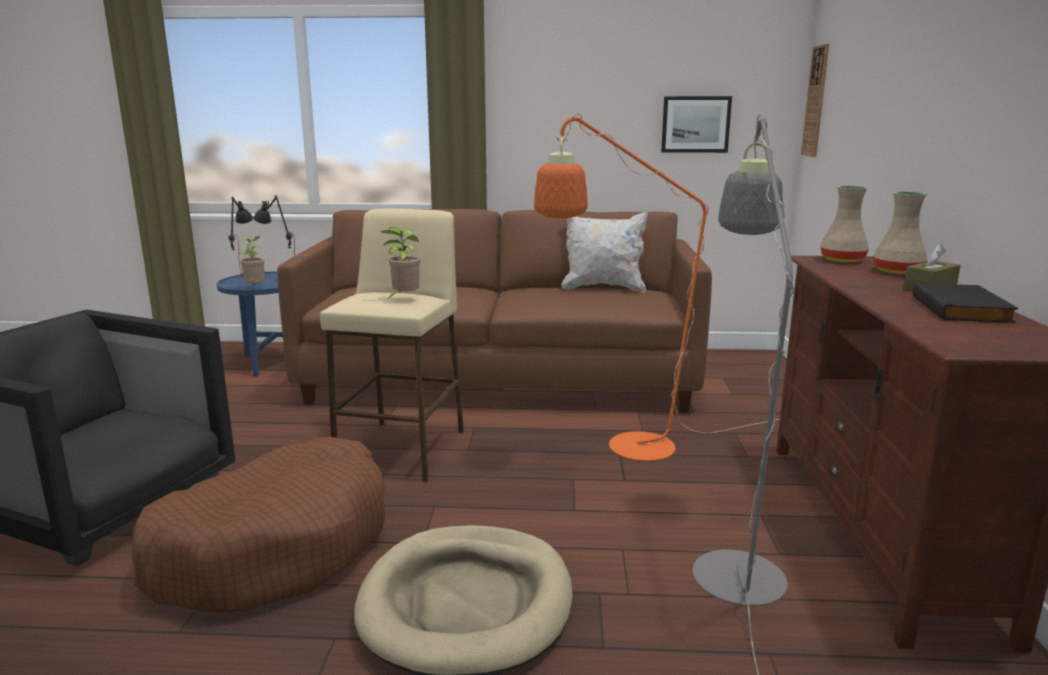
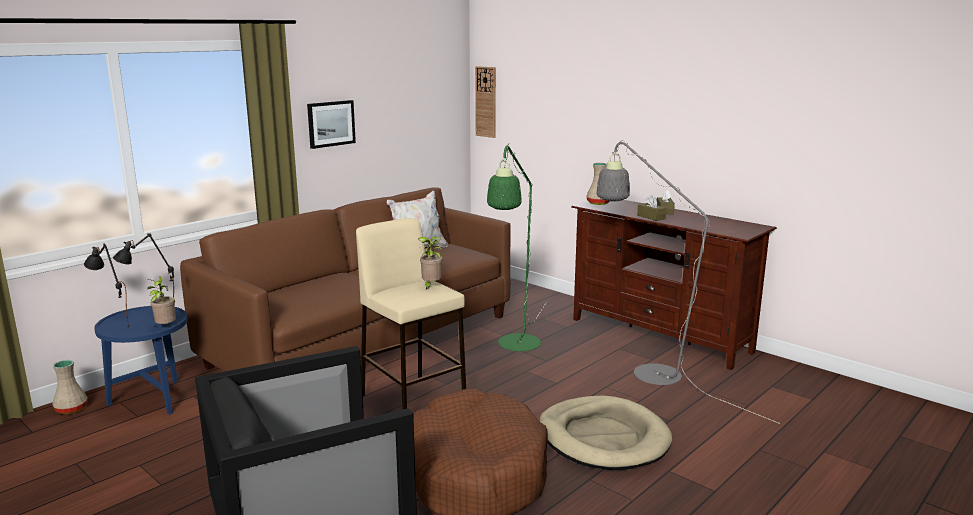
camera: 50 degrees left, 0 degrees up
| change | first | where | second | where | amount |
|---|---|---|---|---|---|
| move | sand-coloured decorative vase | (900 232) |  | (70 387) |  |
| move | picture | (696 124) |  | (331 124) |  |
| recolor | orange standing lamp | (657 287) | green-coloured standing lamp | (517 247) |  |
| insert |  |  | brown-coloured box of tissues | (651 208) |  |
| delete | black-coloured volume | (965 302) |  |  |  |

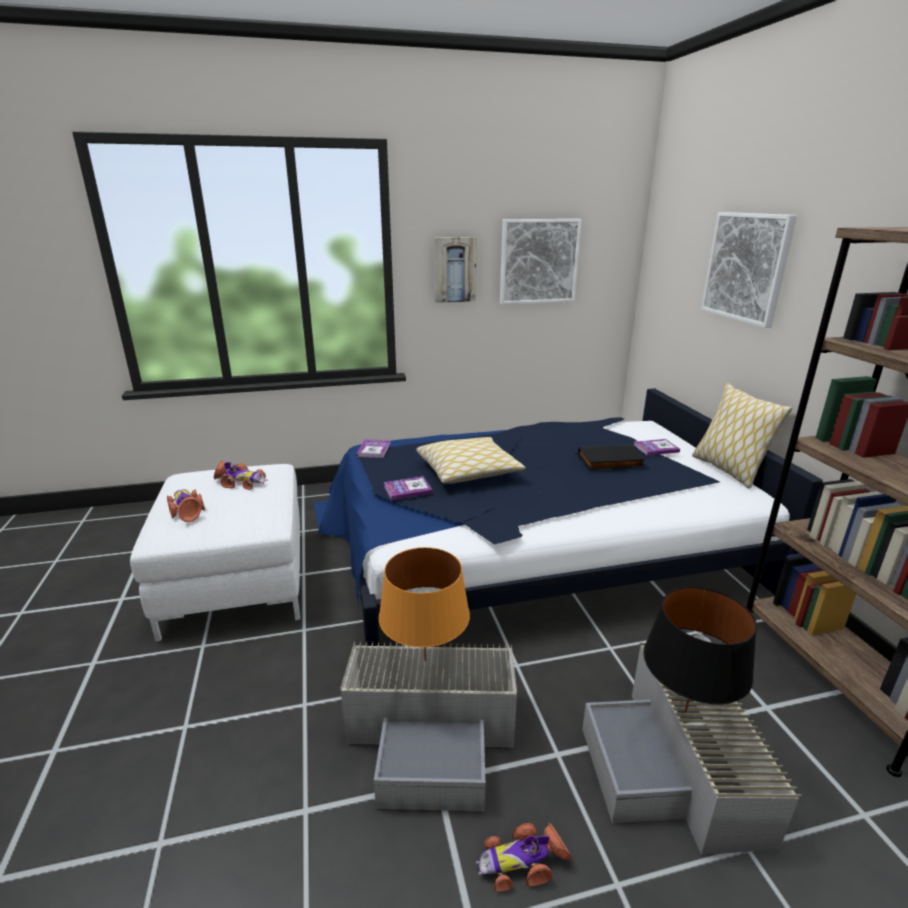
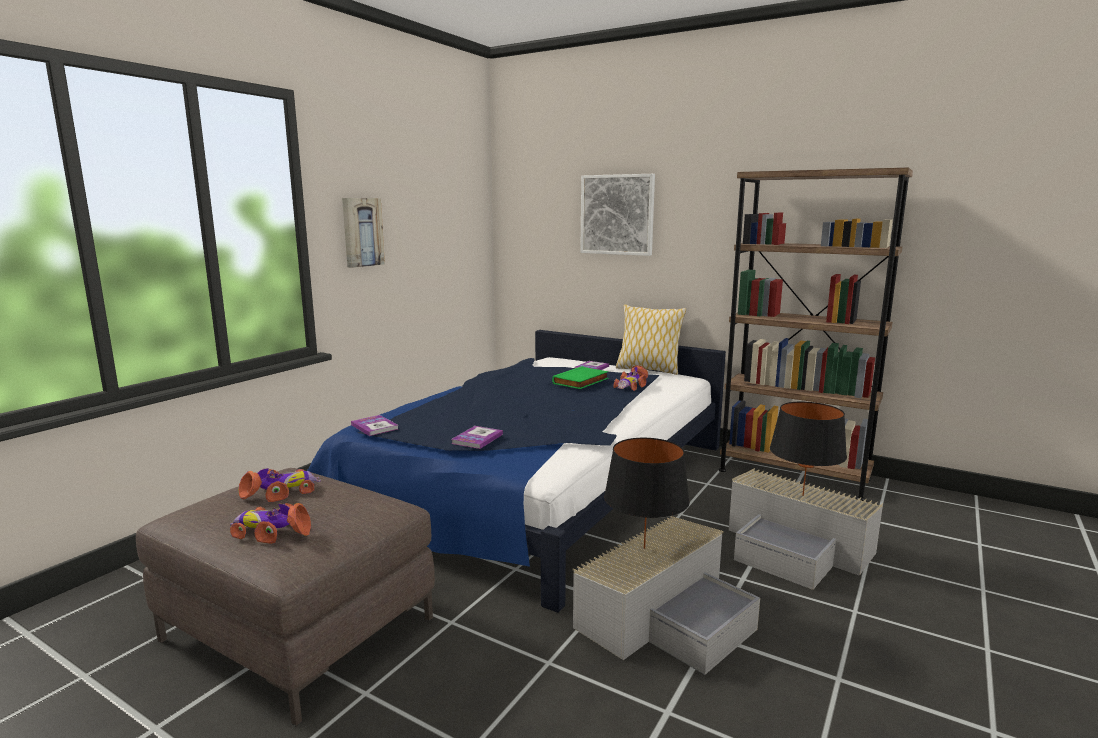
camera: 45 degrees left, 10 degrees down
| change | first | where | second | where | amount |
|---|---|---|---|---|---|
| recolor | whitish pouffe | (215 553) | brown-coloured pouffe | (285 597) |  |
| recolor | black-coloured volume | (612 457) | green-coloured volume | (580 377) |  |
| recolor | orange table lamp | (424 604) | black-coloured table lamp | (647 493) |  |
| move | miniature car | (525 857) |  | (631 378) |  |
| delete | pillow | (471 460) |  |  |  |
| delete | picture | (541 262) |  |  |  |

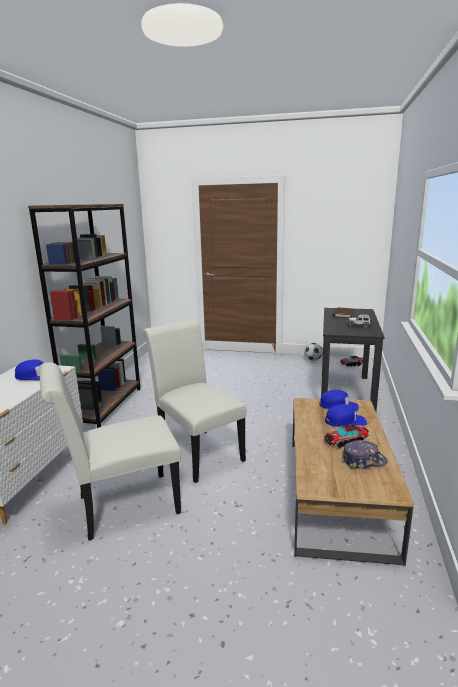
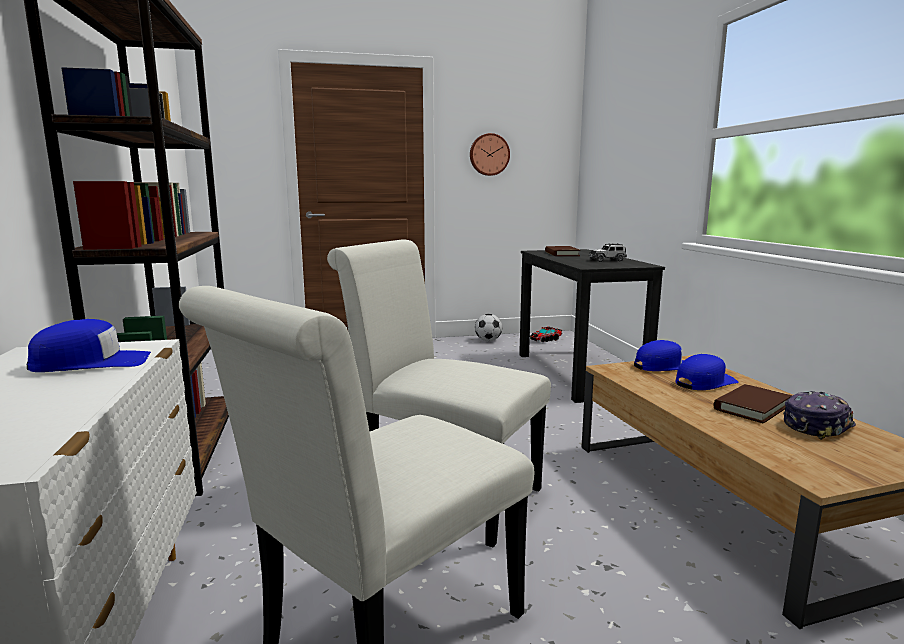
camera: 25 degrees left, 5 degrees down
| change | first | where | second | where | amount |
|---|---|---|---|---|---|
| insert |  |  | wall clock | (490 154) |  |
| replace | toy lorry | (347 436) | brown-coloured volume | (753 404) |  |

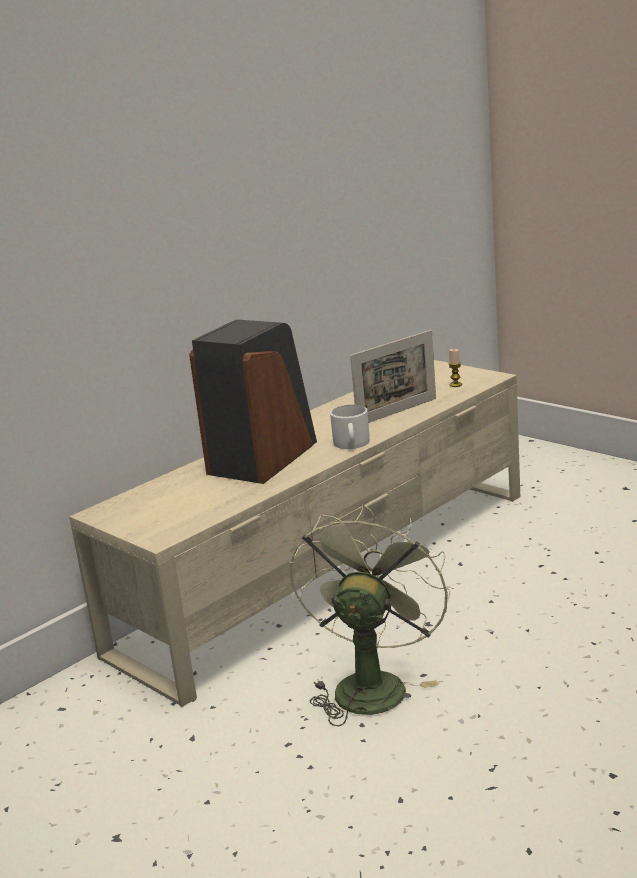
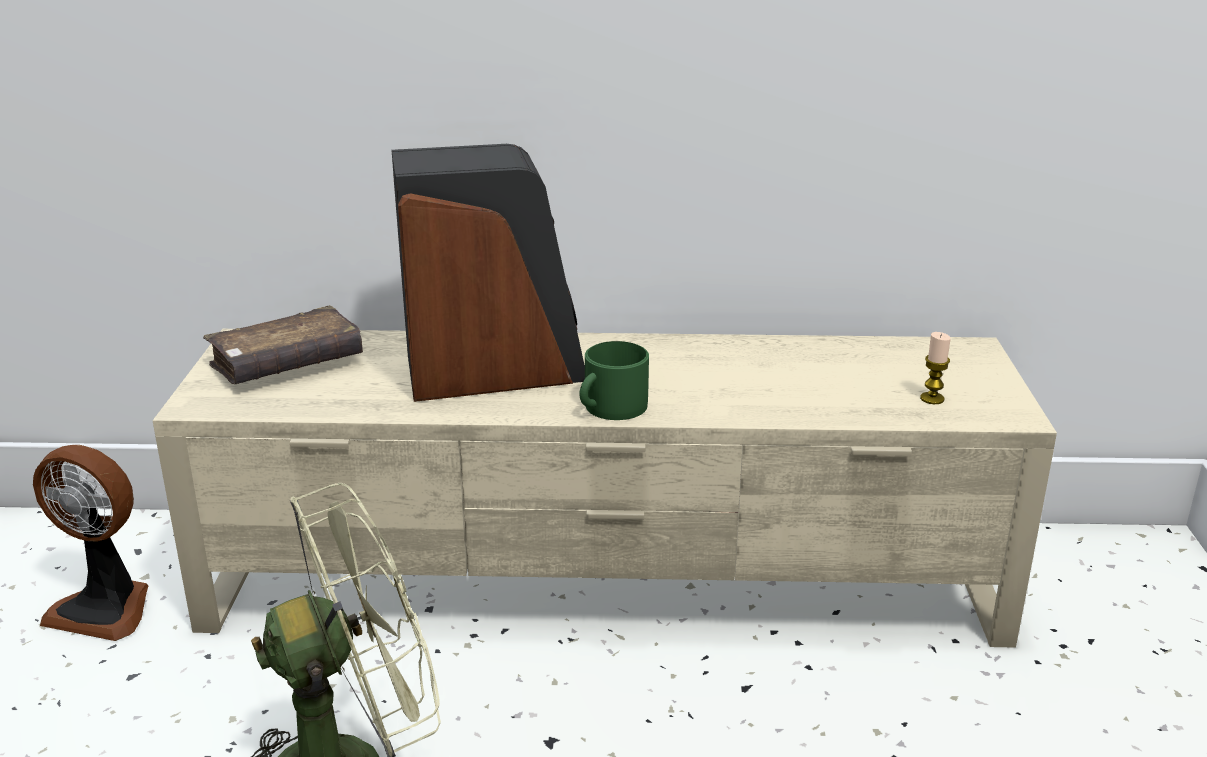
camera: 45 degrees right, 5 degrees up
| change | first | where | second | where | amount |
|---|---|---|---|---|---|
| insert |  |  | electric fan | (90 543) |  |
| insert |  |  | brown-coloured volume | (283 344) |  |
| recolor | whitish mug | (350 427) | green-coloured mug | (614 380) |  |
| delete | standing frame | (393 376) |  |  |  |

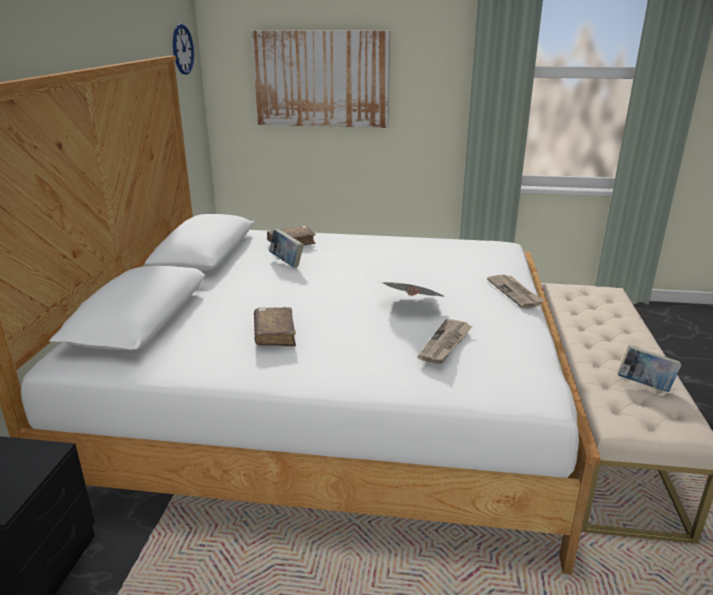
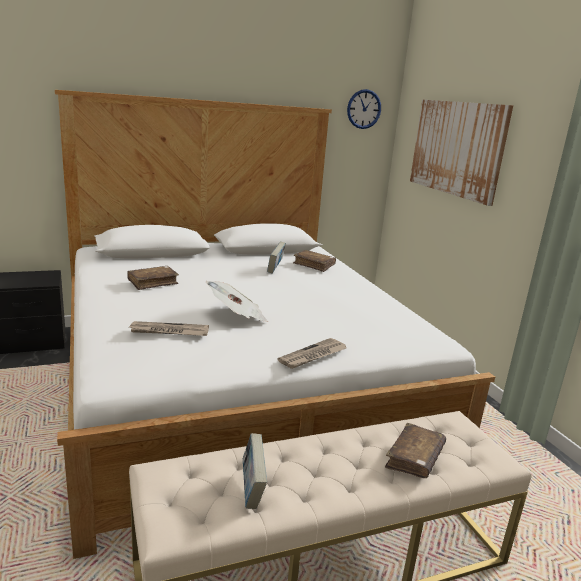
camera: 60 degrees right, 5 degrees down
| change | first | where | second | where | amount |
|---|---|---|---|---|---|
| insert |  |  | brown-coloured volume | (415 450) |  |

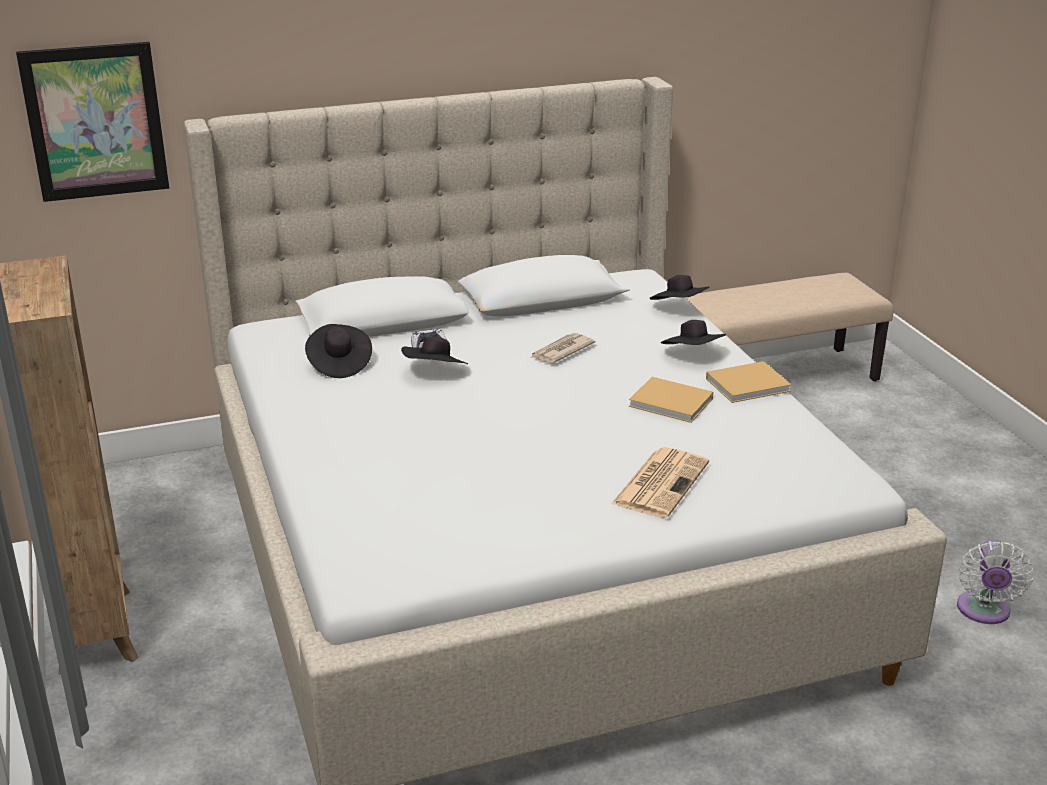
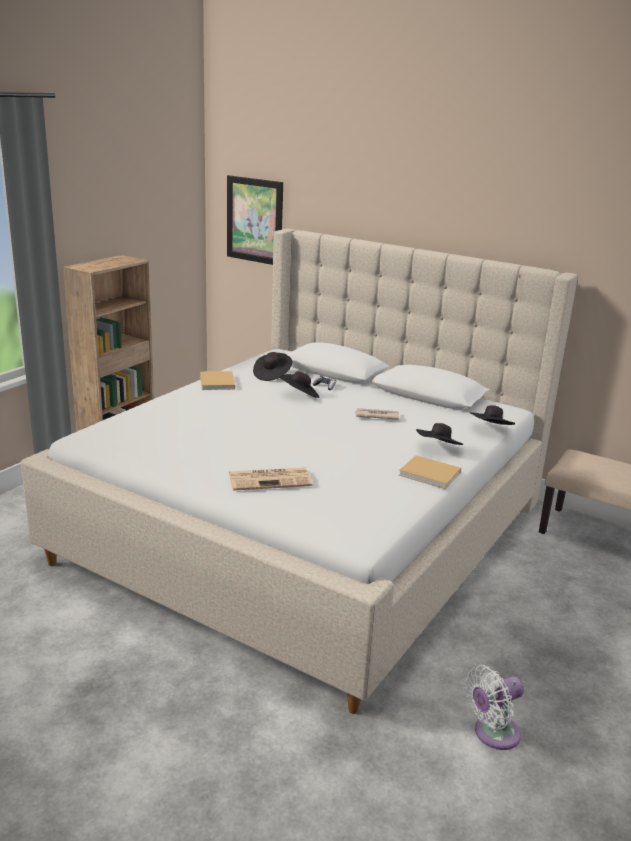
camera: 50 degrees right, 5 degrees down
| change | first | where | second | where | amount |
|---|---|---|---|---|---|
| move | sand-coloured volume | (671 400) |  | (217 380) |  |

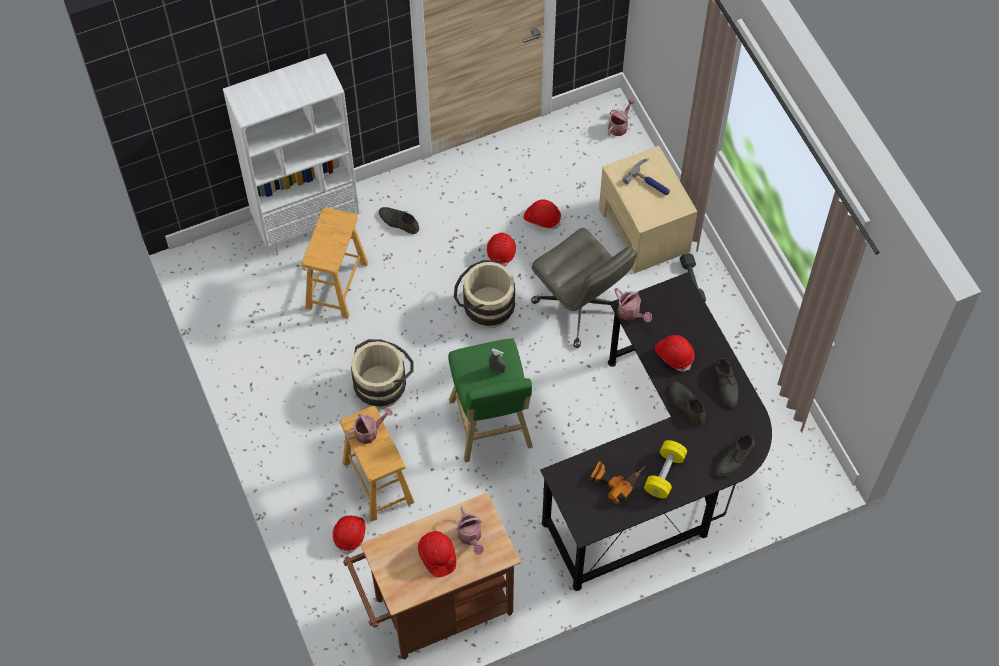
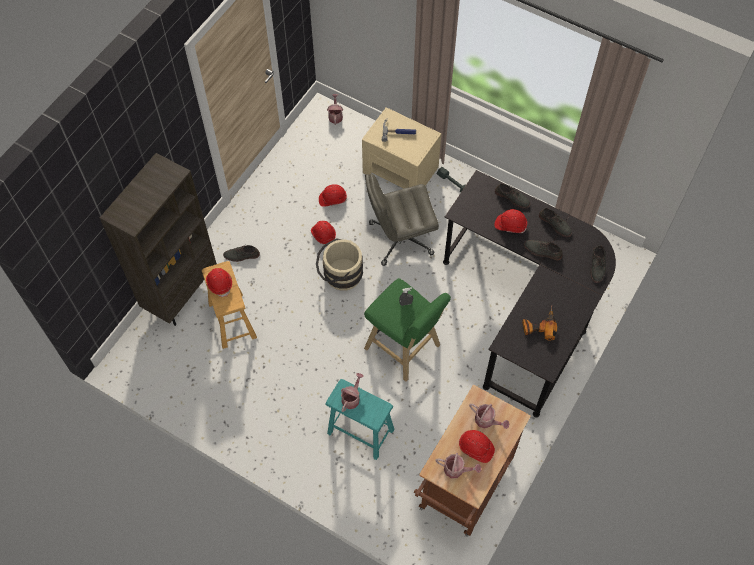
camera: 35 degrees left, 0 degrees up
| change | first | where | second | where | amount |
|---|---|---|---|---|---|
| recolor | whitish bookcase | (291 154) | brown-coloured bookcase | (158 239) |  |
| move | red hard hat | (349 535) |  | (219 282) |  |
| recolor | brown-coloured stool seat | (377 464) | turquoise stool seat | (359 419) |  |
| rotate | grey desk chair | (584 288) |  | (402 220) | 150 degrees clockwise |
| move | watering pot | (633 305) |  | (458 465) |  |
| insert |  |  | grey shoe | (512 196) |  |
| delete | sand-coloured water bucket | (382 374) |  |  |  |
| delete | yellow-coloured free weight | (665 469) |  |  |  |

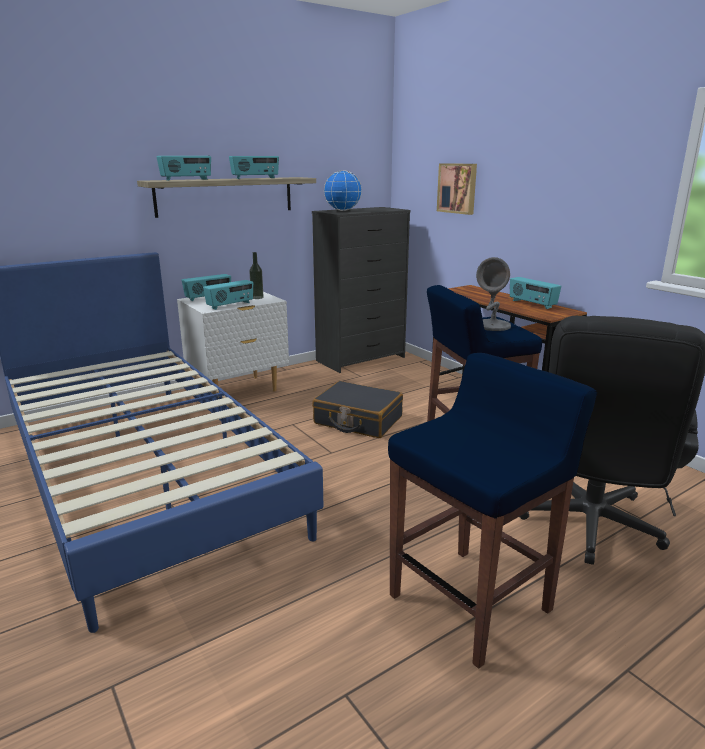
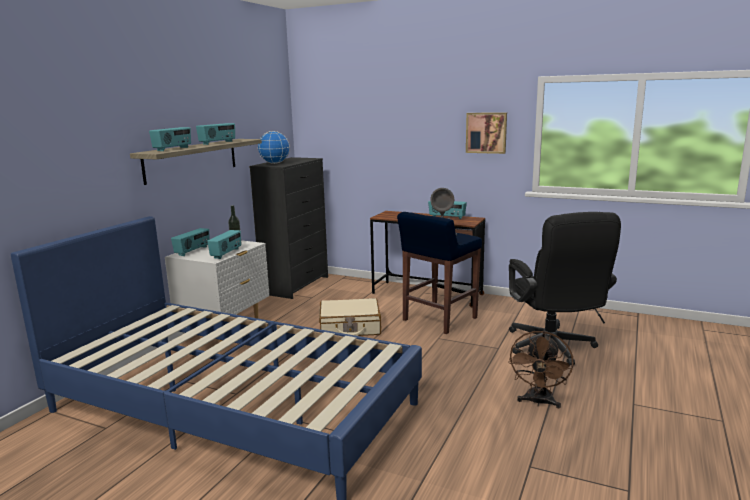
camera: 30 degrees left, 5 degrees down
| change | first | where | second | where | amount |
|---|---|---|---|---|---|
| recolor | black-coloured suitcase | (357 409) | sand-coloured suitcase | (350 317) |  |
| move | picture | (457 189) |  | (486 133) |  |
| replace | blue-coloured stool seat | (492 511) | brown-coloured electric fan | (541 369) |  |

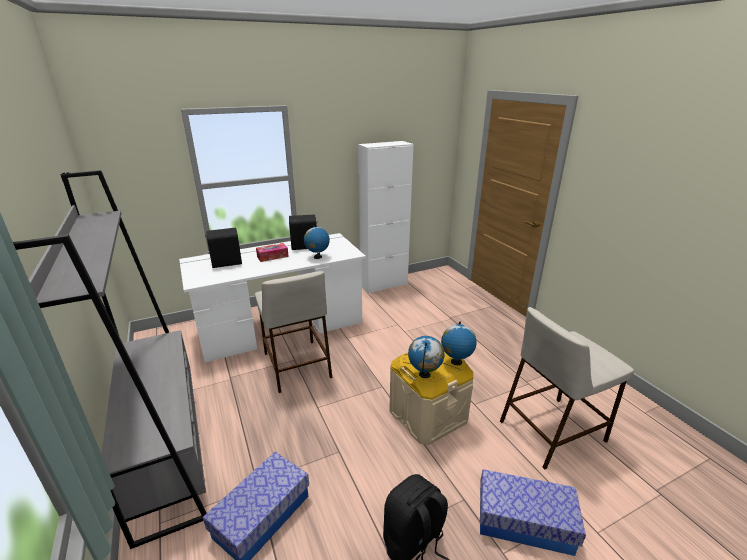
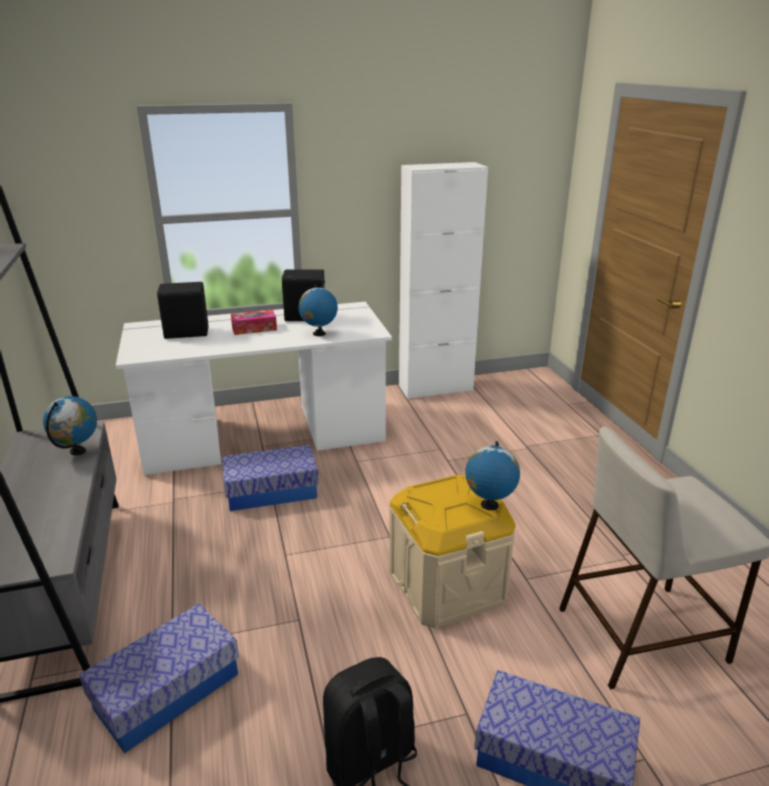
camera: 10 degrees right, 0 degrees up
| change | first | where | second | where | amount |
|---|---|---|---|---|---|
| move | world globe | (426 357) |  | (70 426) |  |
| replace | sand-coloured stool seat | (293 332) | storage bin | (270 478) |  |

